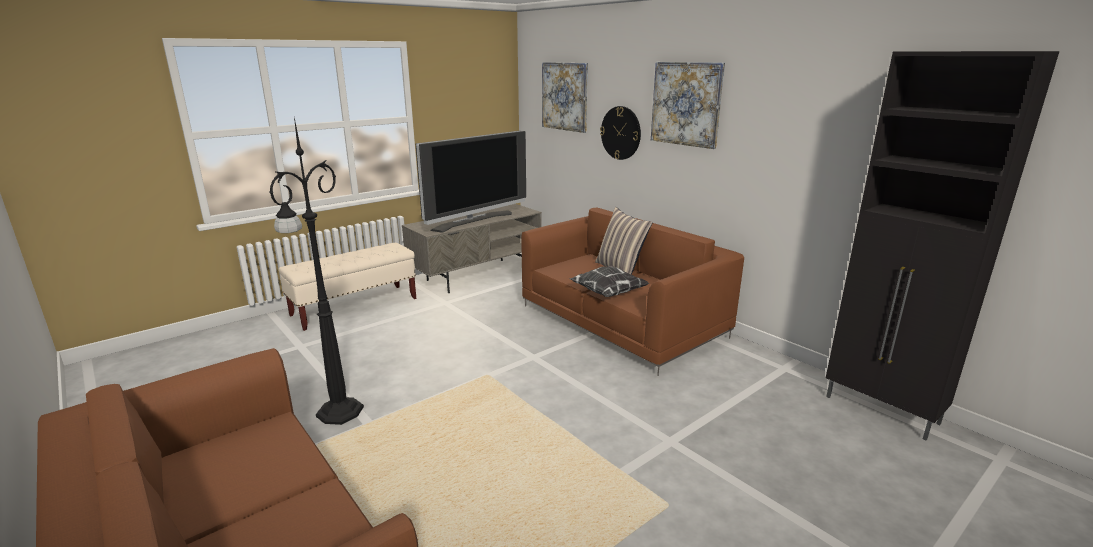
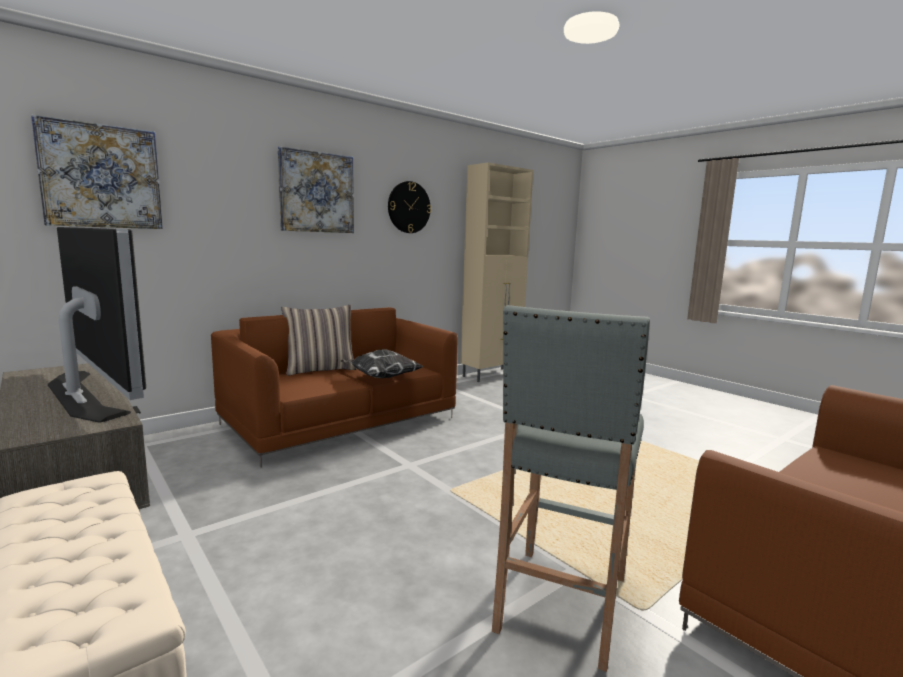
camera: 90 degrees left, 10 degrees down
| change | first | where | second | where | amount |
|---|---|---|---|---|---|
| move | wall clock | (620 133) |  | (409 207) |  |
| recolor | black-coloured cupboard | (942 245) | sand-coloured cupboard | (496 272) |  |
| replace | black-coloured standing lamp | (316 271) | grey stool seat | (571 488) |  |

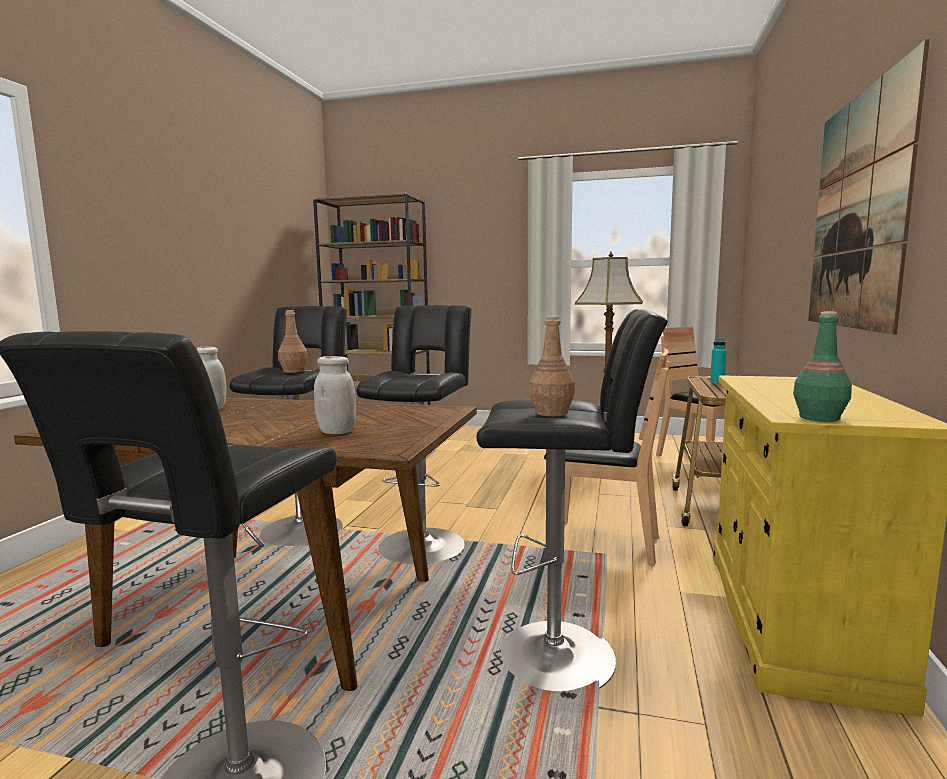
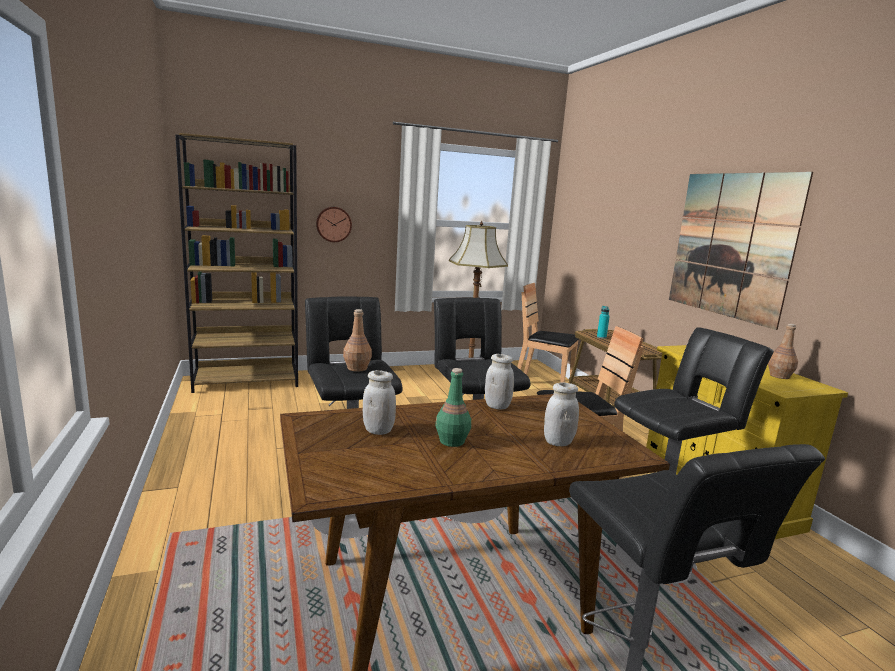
camera: 35 degrees left, 5 degrees up
| change | first | where | second | where | amount |
|---|---|---|---|---|---|
| insert |  |  | wall clock | (334 224) |  |
| move | green-coloured bottle | (822 367) |  | (453 407) |  |
| insert |  |  | whitish jar | (499 382) |  |
| move | brown-coloured bottle | (552 366) |  | (783 351) |  |

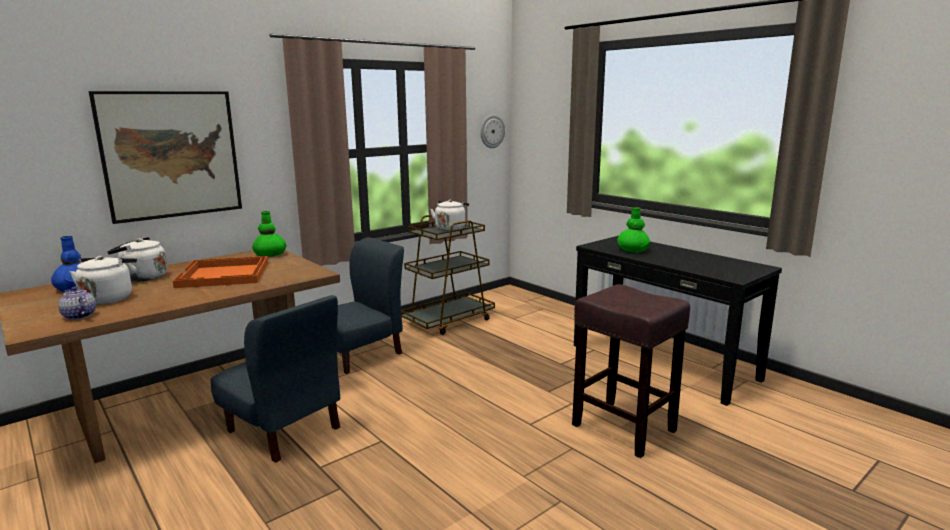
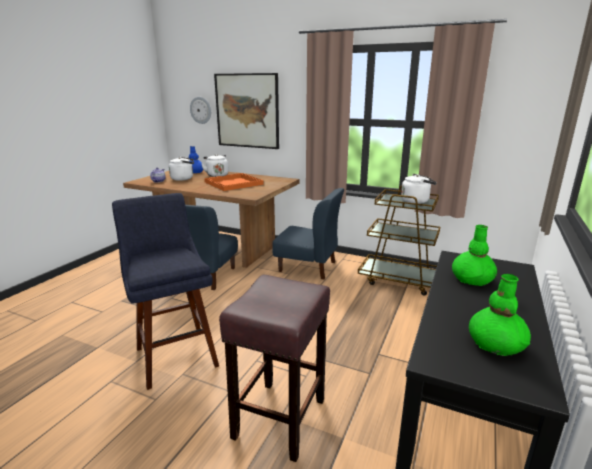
camera: 65 degrees right, 5 degrees up
| change | first | where | second | where | amount |
|---|---|---|---|---|---|
| insert |  |  | blue-coloured stool seat | (165 291) |  |
| move | wall clock | (492 131) |  | (200 110) |  |
| move | green-coloured decorative vase | (269 234) |  | (500 315) |  |

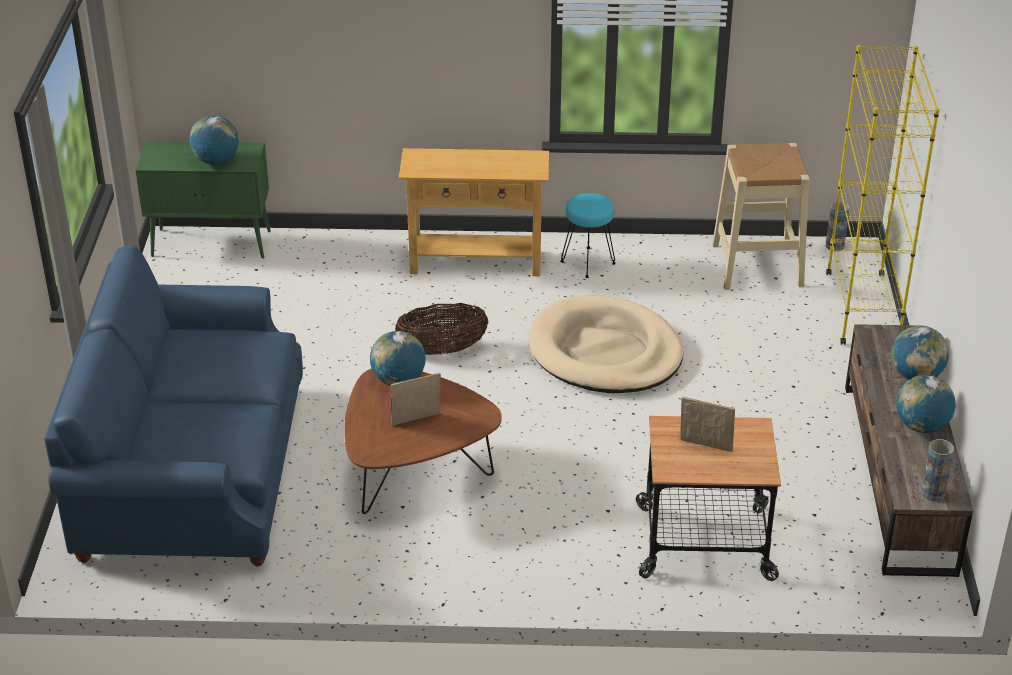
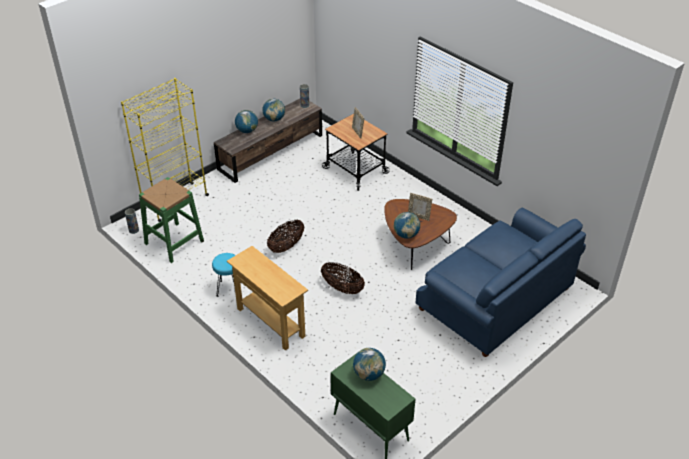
camera: 135 degrees left, 5 degrees up
| change | first | where | second | where | amount |
|---|---|---|---|---|---|
| recolor | sand-coloured stool seat | (761 216) | green-coloured stool seat | (171 220) |  |
| replace | sand-coloured dog cushion | (606 344) | household basket | (285 236) |  |

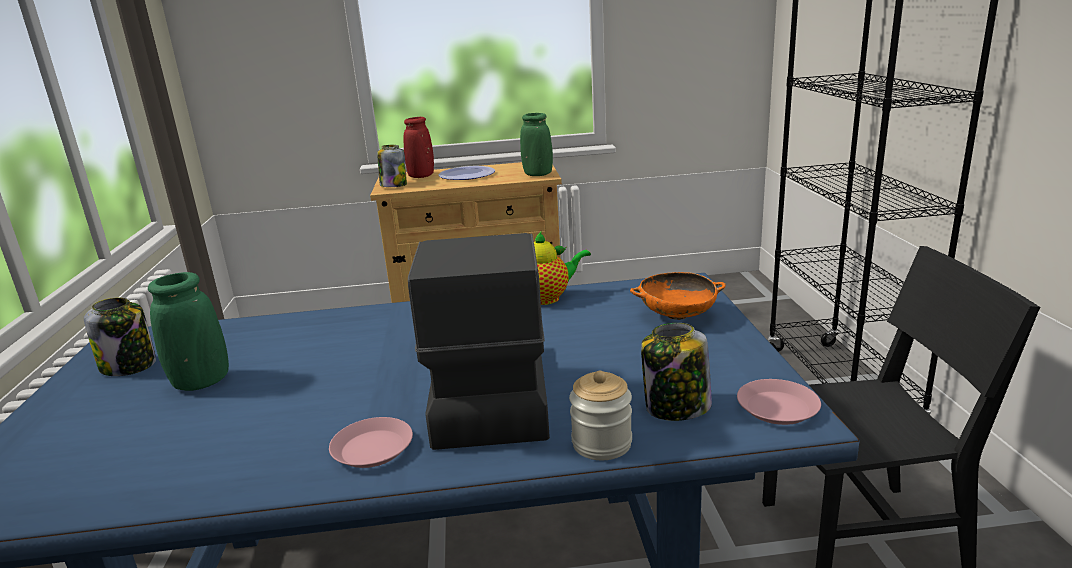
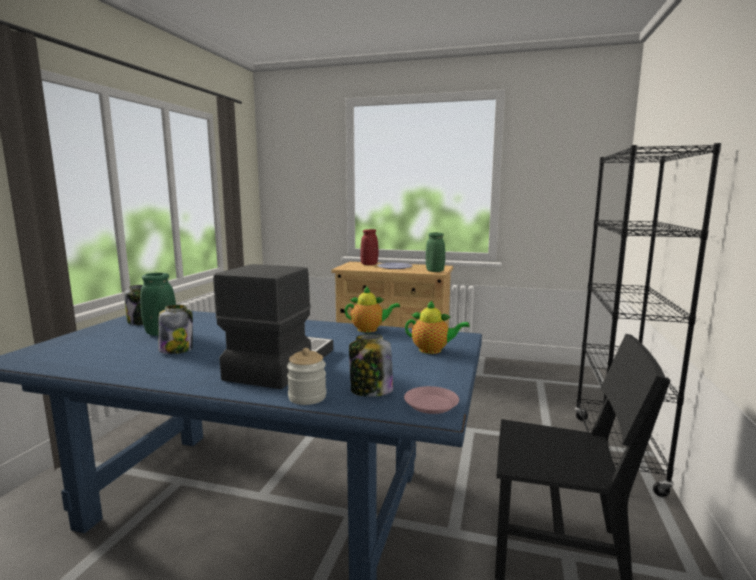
camera: 20 degrees right, 10 degrees down
| change | first | where | second | where | amount |
|---|---|---|---|---|---|
| move | jar | (392 166) |  | (175 329) |  |
| replace | orange serving bowl | (678 296) | tea pot | (437 327) |  |
| delete | pink dinner plate | (371 442) |  |  |  |

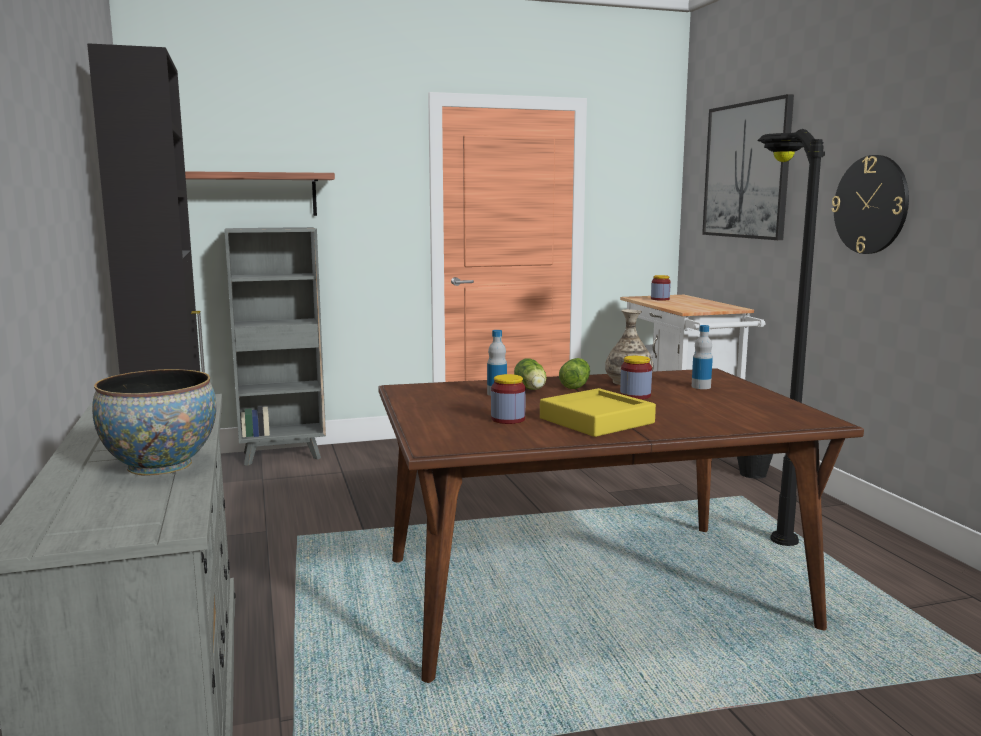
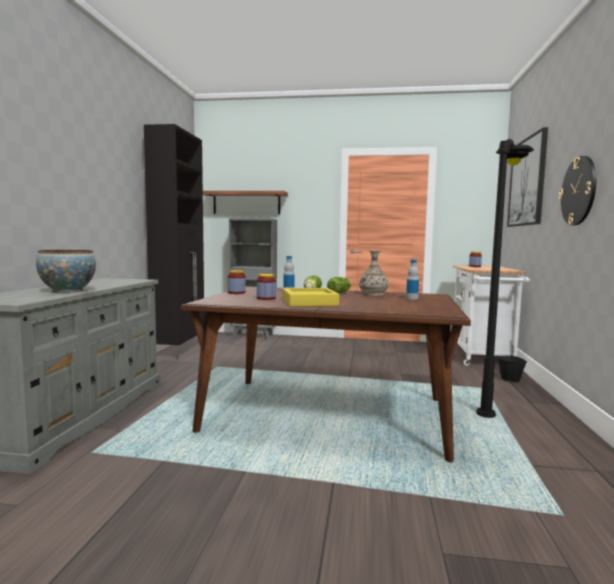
camera: 25 degrees right, 5 degrees down
| change | first | where | second | where | amount |
|---|---|---|---|---|---|
| move | jar | (636 377) |  | (237 282) |  |

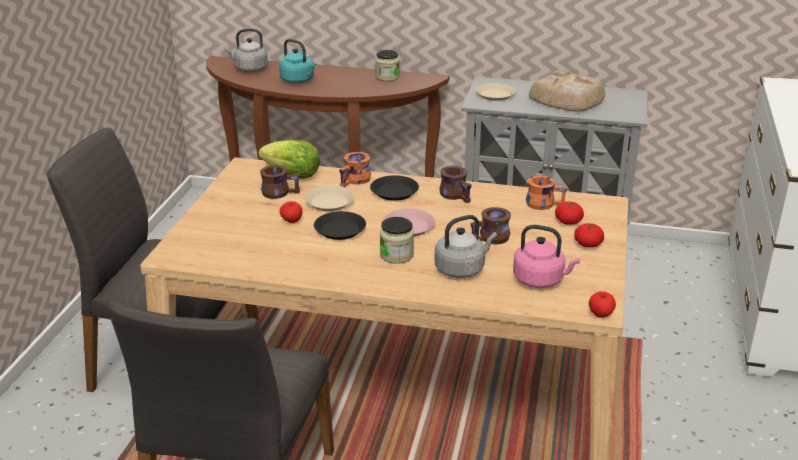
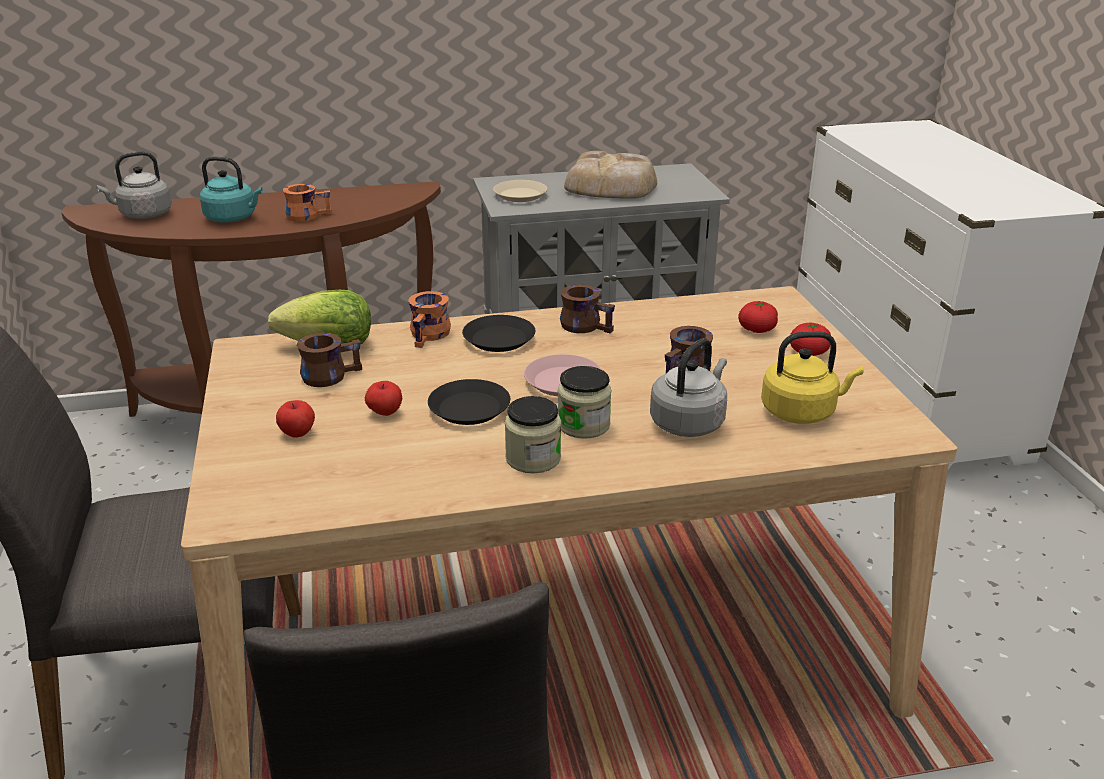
camera: 25 degrees left, 0 degrees up
| change | first | where | second | where | amount |
|---|---|---|---|---|---|
| move | apple | (602 304) |  | (295 419) |  |
| move | orange mug | (547 192) |  | (307 203) |  |
| move | jar | (387 65) |  | (533 434) |  |
| recolor | pink kettle | (546 256) | yellow-coloured kettle | (812 377) |  |
| delete | sand-coloured dinner plate | (329 198) |  |  |  |

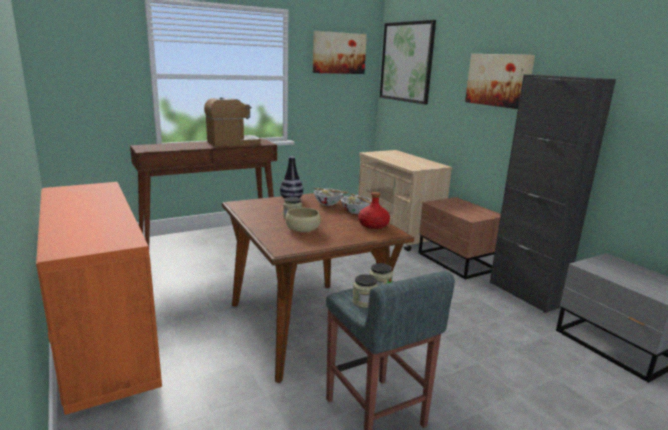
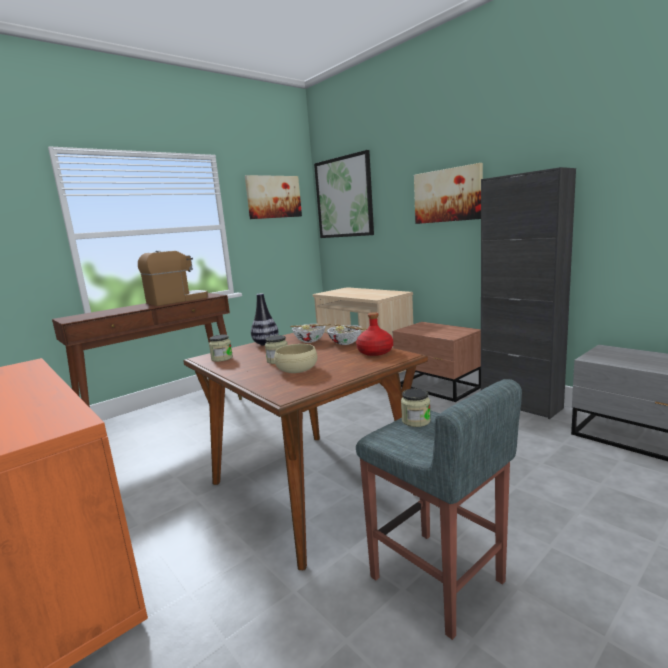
camera: 10 degrees left, 5 degrees down
| change | first | where | second | where | amount |
|---|---|---|---|---|---|
| move | jar | (365 291) |  | (221 348) |  |

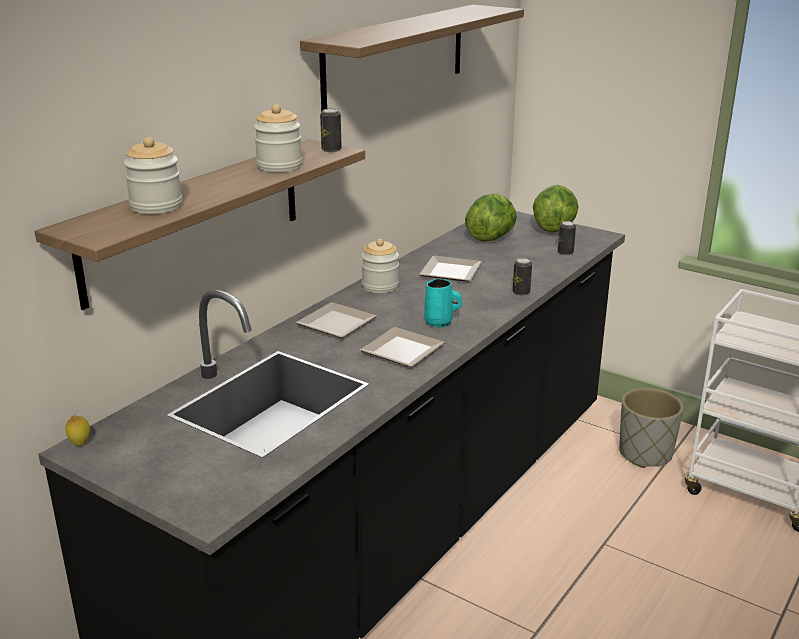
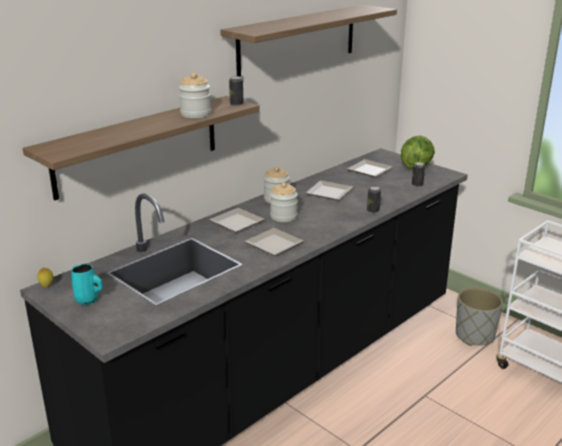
camera: 10 degrees right, 0 degrees up
| change | first | where | second | where | amount |
|---|---|---|---|---|---|
| move | turquoise mug | (443 303) |  | (87 284) |  |
| move | jar | (153 175) |  | (284 202) |  |
| replace | lettuce | (491 218) | dinner plate | (370 168) |  |

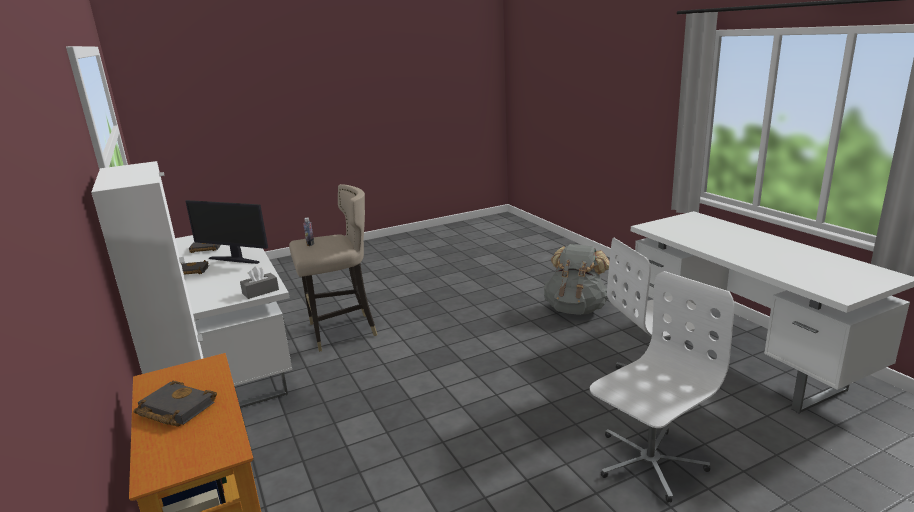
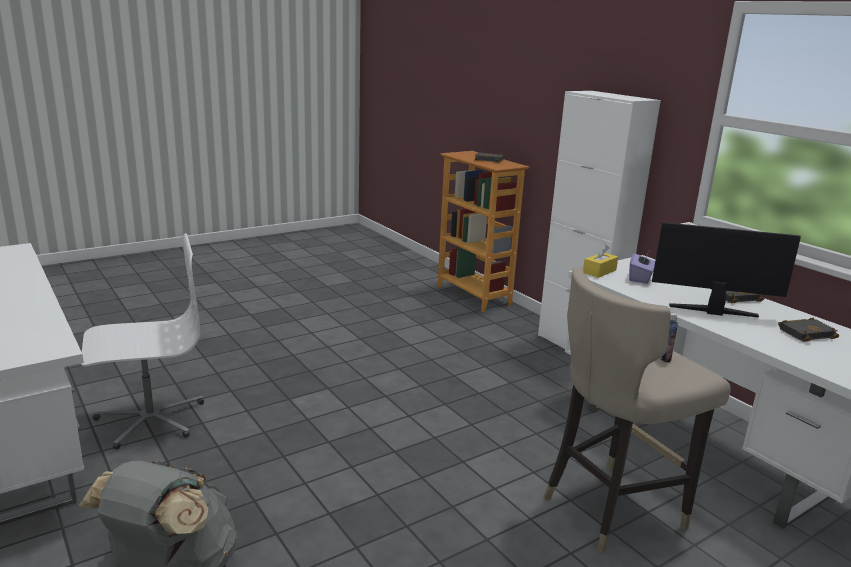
camera: 170 degrees right, 0 degrees up
| change | first | where | second | where | amount |
|---|---|---|---|---|---|
| recolor | grey box of tissues | (259 282) | yellow-coloured box of tissues | (601 261) |  |
| insert |  |  | purplish box of tissues | (642 268) |  |
| delete | whitish desk chair | (662 387) |  |  |  |

